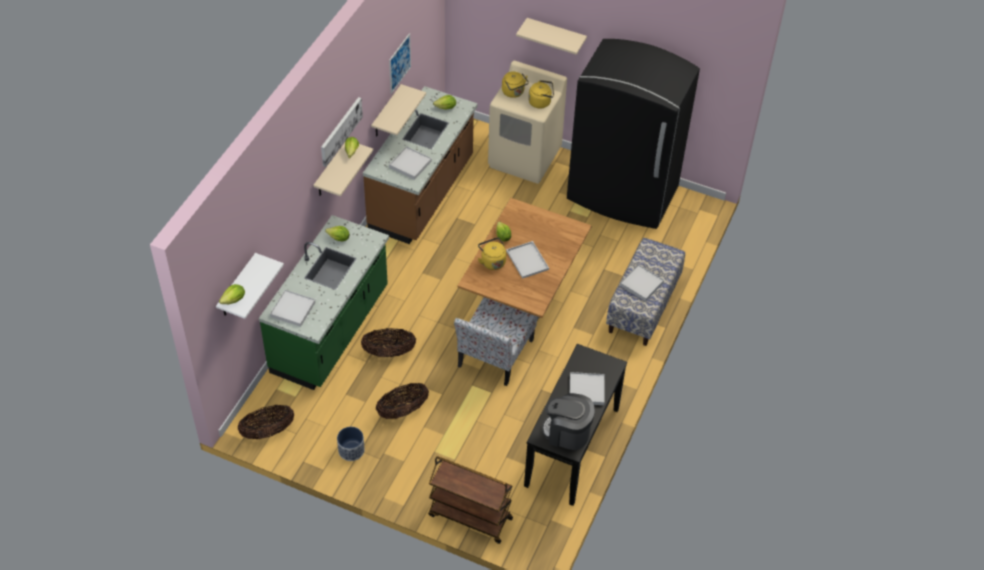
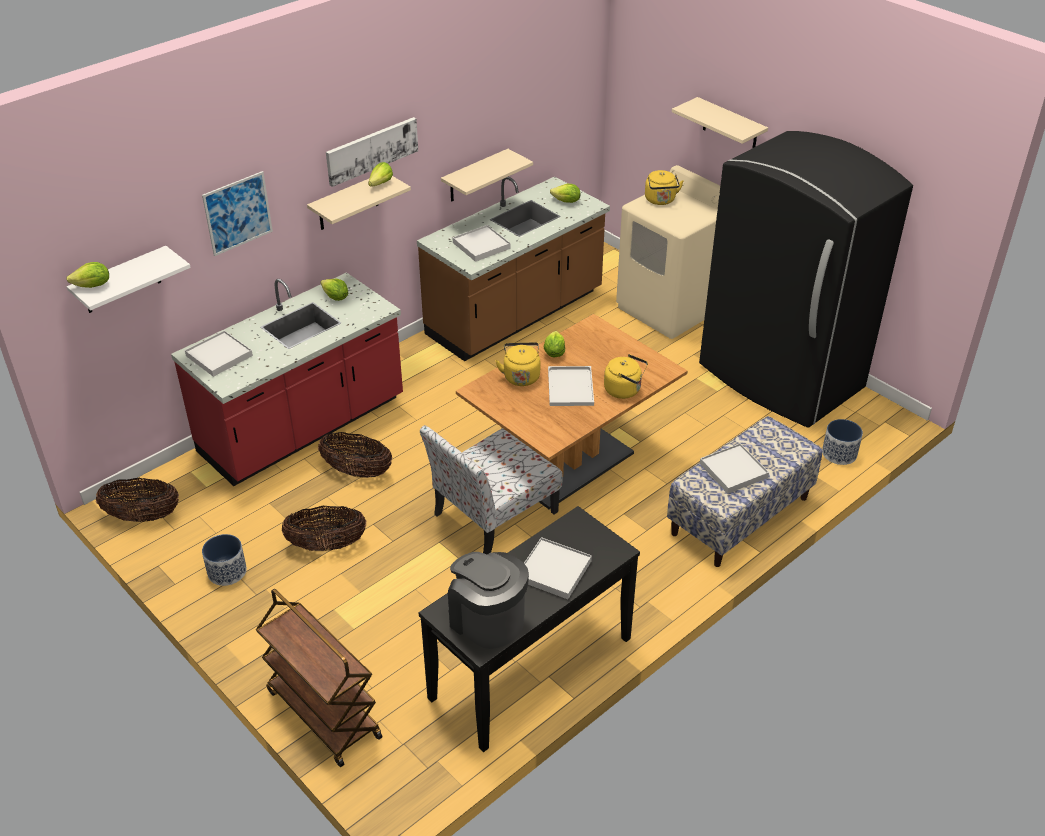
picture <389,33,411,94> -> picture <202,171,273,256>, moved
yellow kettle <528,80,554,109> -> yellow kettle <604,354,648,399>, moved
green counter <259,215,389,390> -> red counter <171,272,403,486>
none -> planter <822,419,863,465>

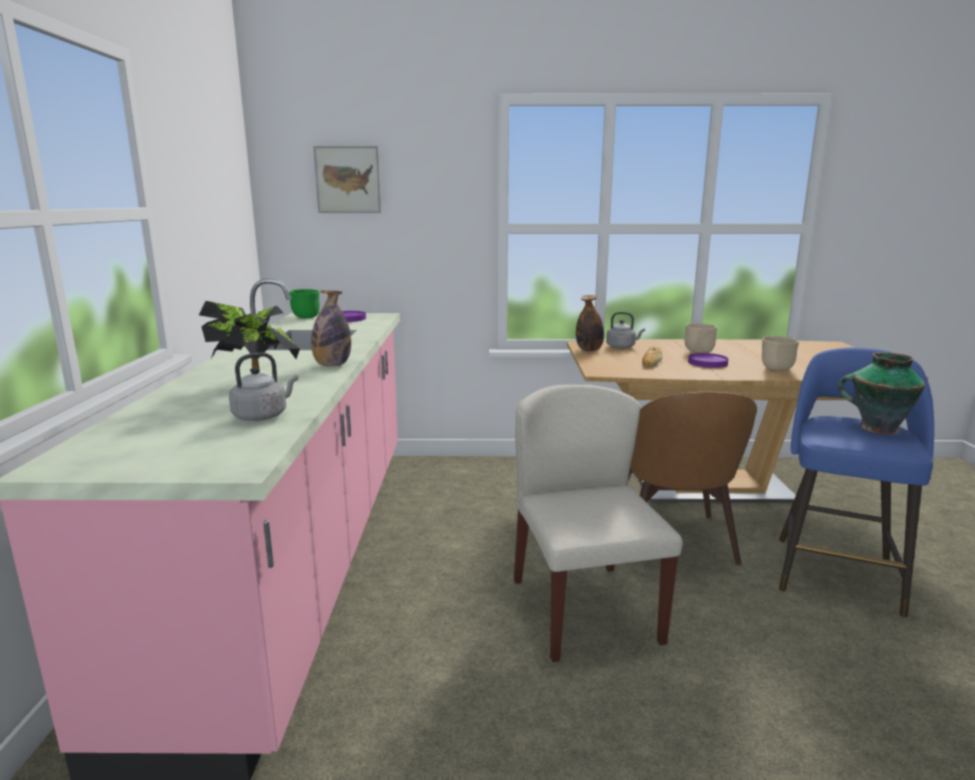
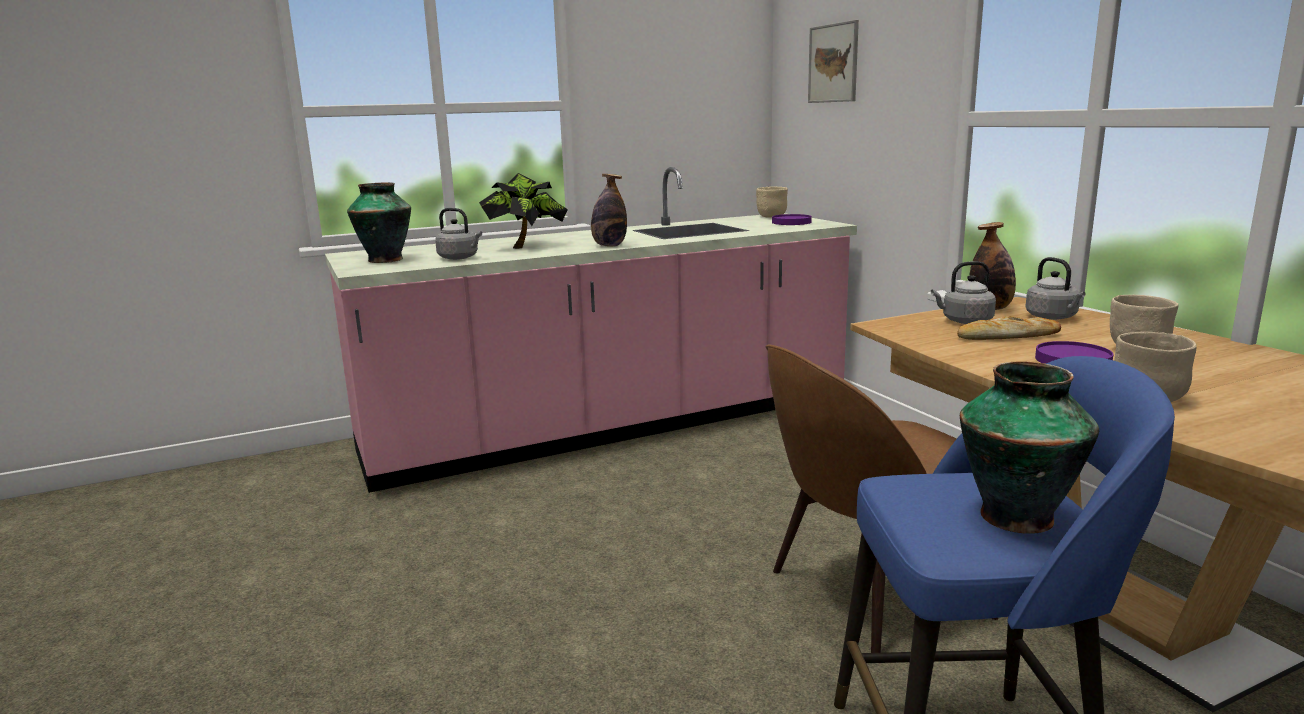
green bowl <289,289,320,318> -> beige bowl <756,186,788,218>
beige chair <514,385,682,662> -> none
none -> vase <347,182,411,263>
none -> grey kettle <931,261,996,324>

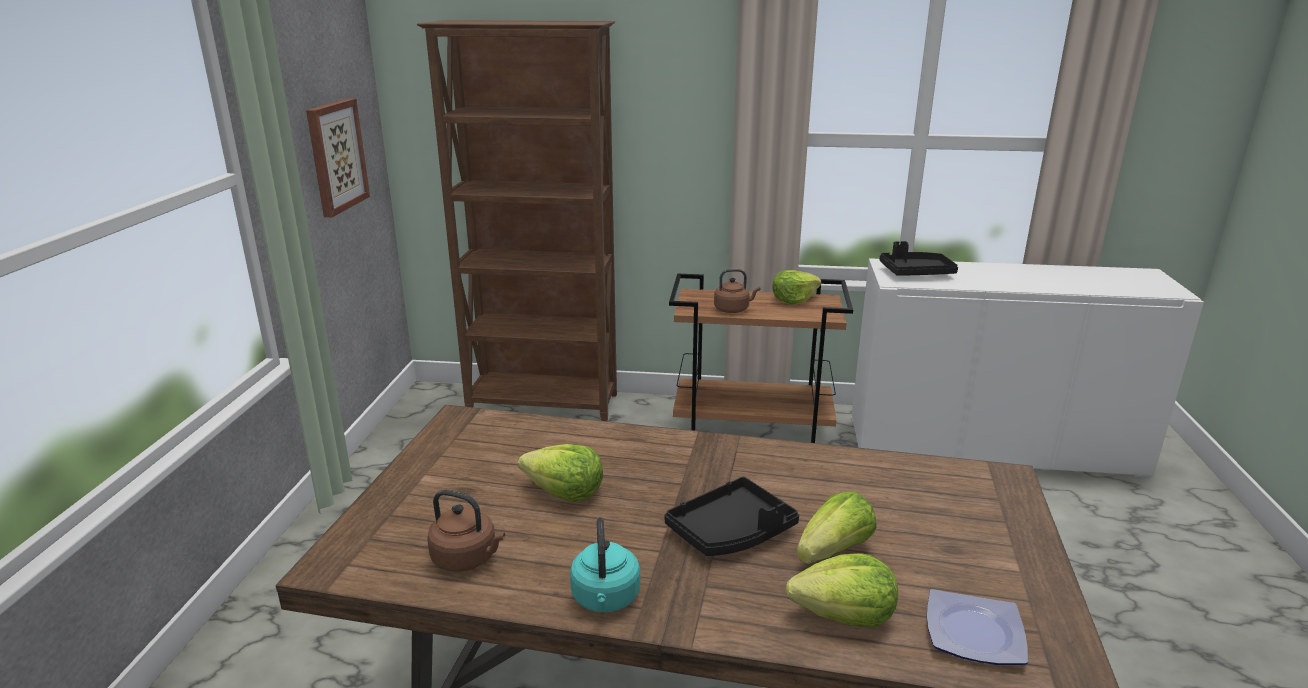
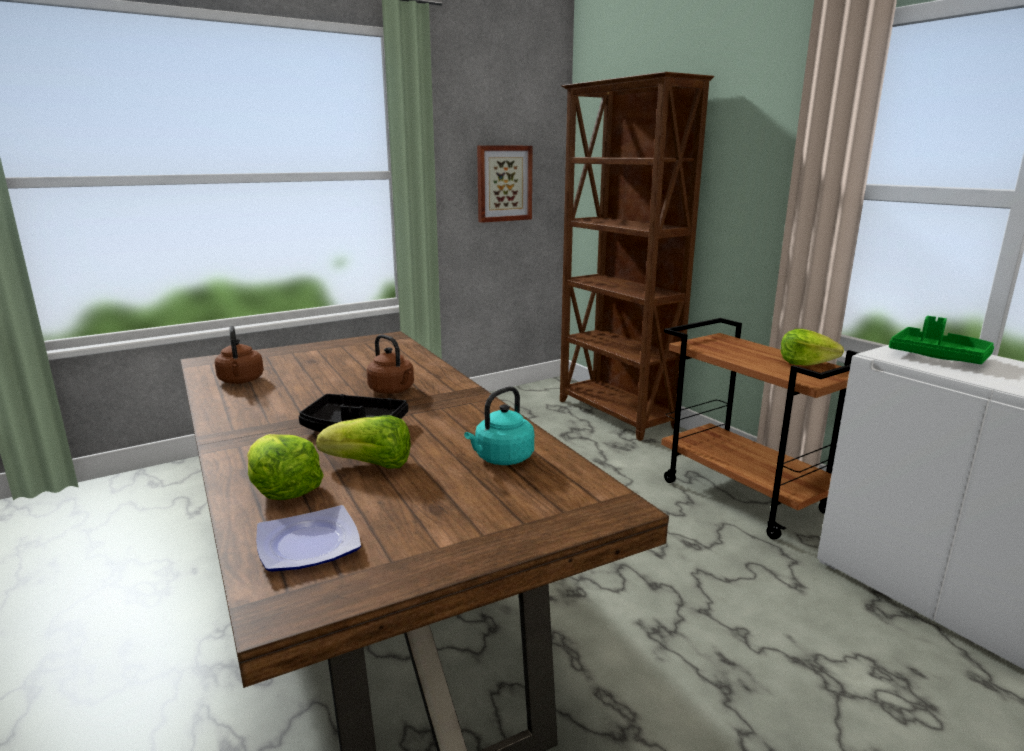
black tray <880,241,958,276> -> green tray <889,316,994,364>
brown kettle <714,269,760,313> -> brown kettle <367,334,414,394>, moved
lettuce <518,444,603,502> -> none
turquoise kettle <570,517,640,612> -> turquoise kettle <464,387,534,465>, moved

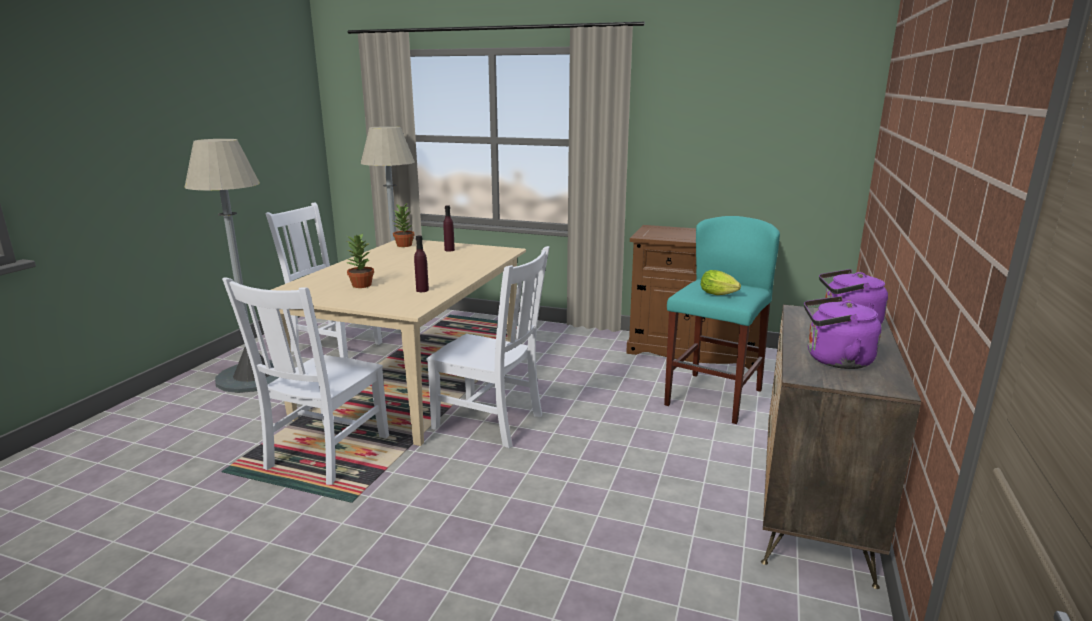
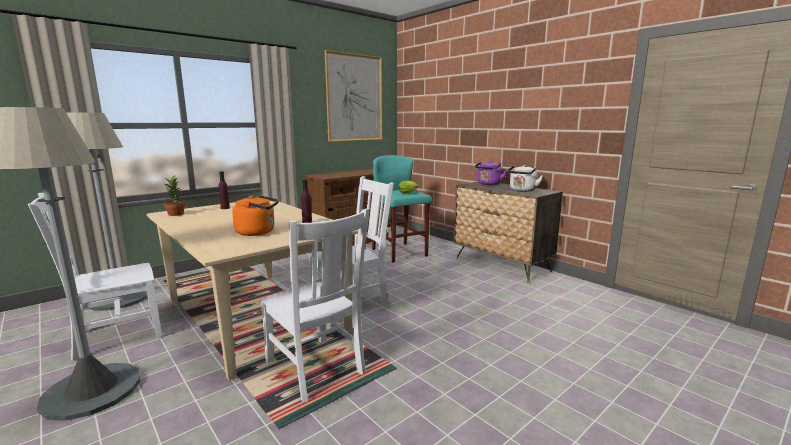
potted plant <347,233,374,288> -> orange kettle <232,195,279,236>
purple kettle <804,296,882,369> -> white kettle <507,165,543,192>
none -> picture <325,50,382,142>

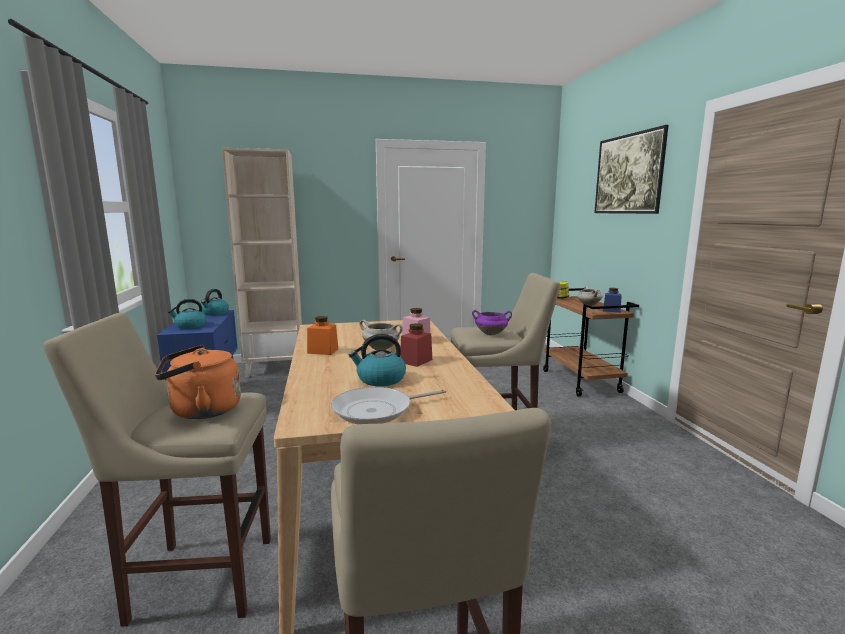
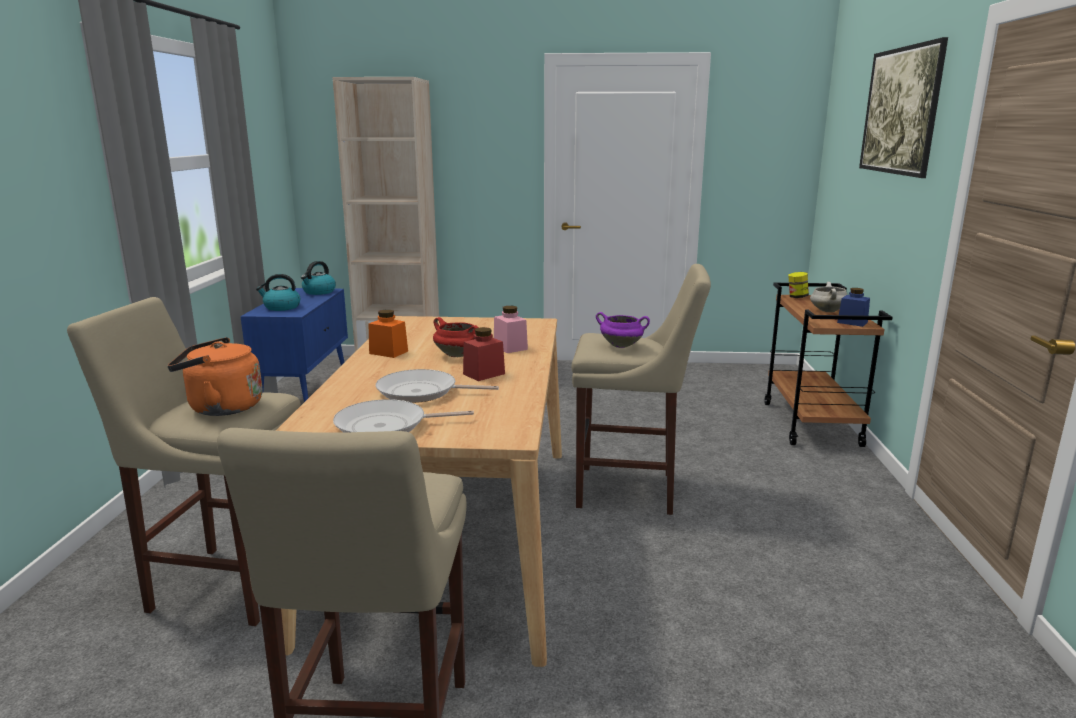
white cooking pot <359,320,403,350> -> red cooking pot <433,317,479,357>
kettle <349,334,406,386> -> frying pan <376,369,499,403>

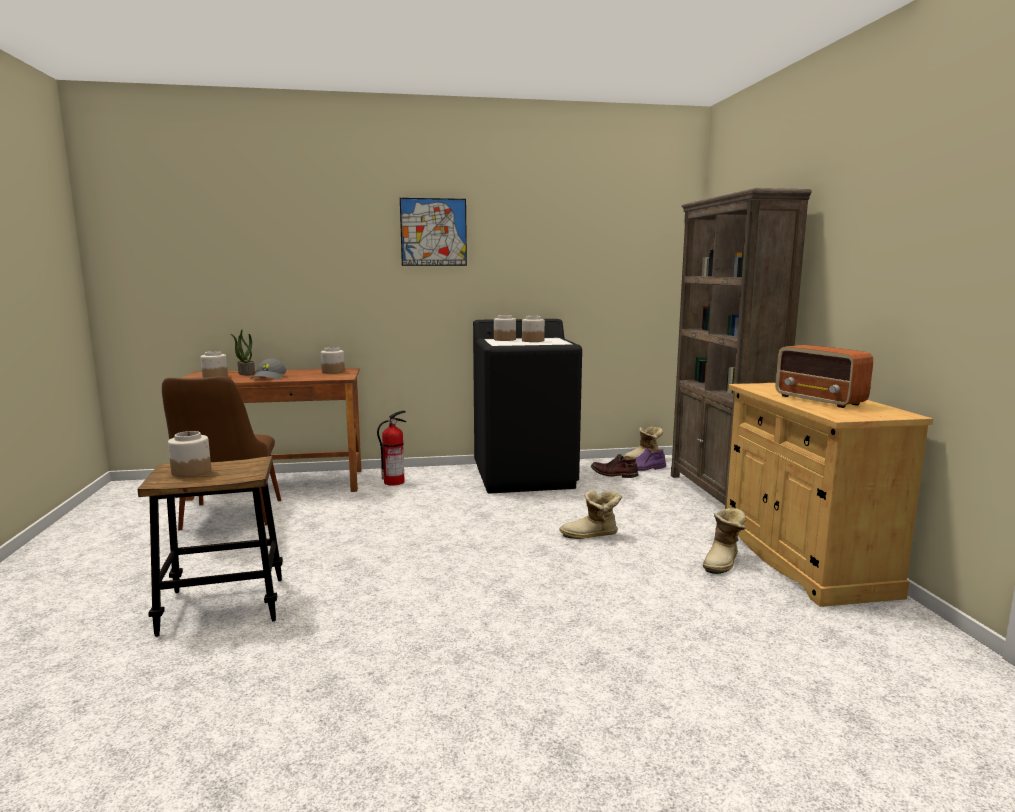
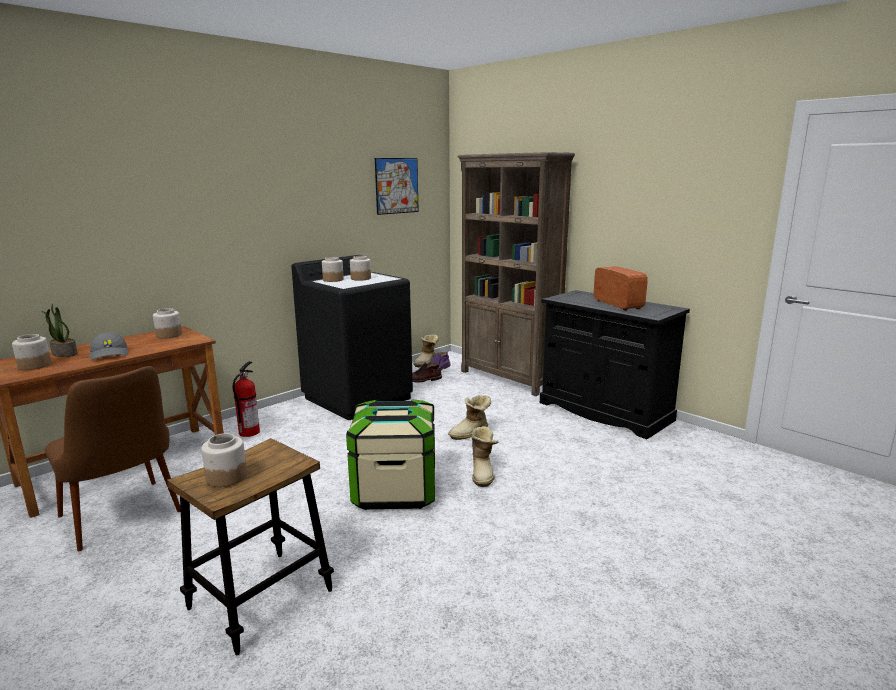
picture <400,198,467,266> -> picture <375,158,419,215>, moved
radio <775,345,873,408> -> radio <594,266,648,311>, 135 degrees counterclockwise
beige cabinet <727,383,933,607> -> black cabinet <540,290,690,439>
boot <703,508,746,574> -> boot <472,426,498,487>, moved
none -> storage box <346,399,435,510>

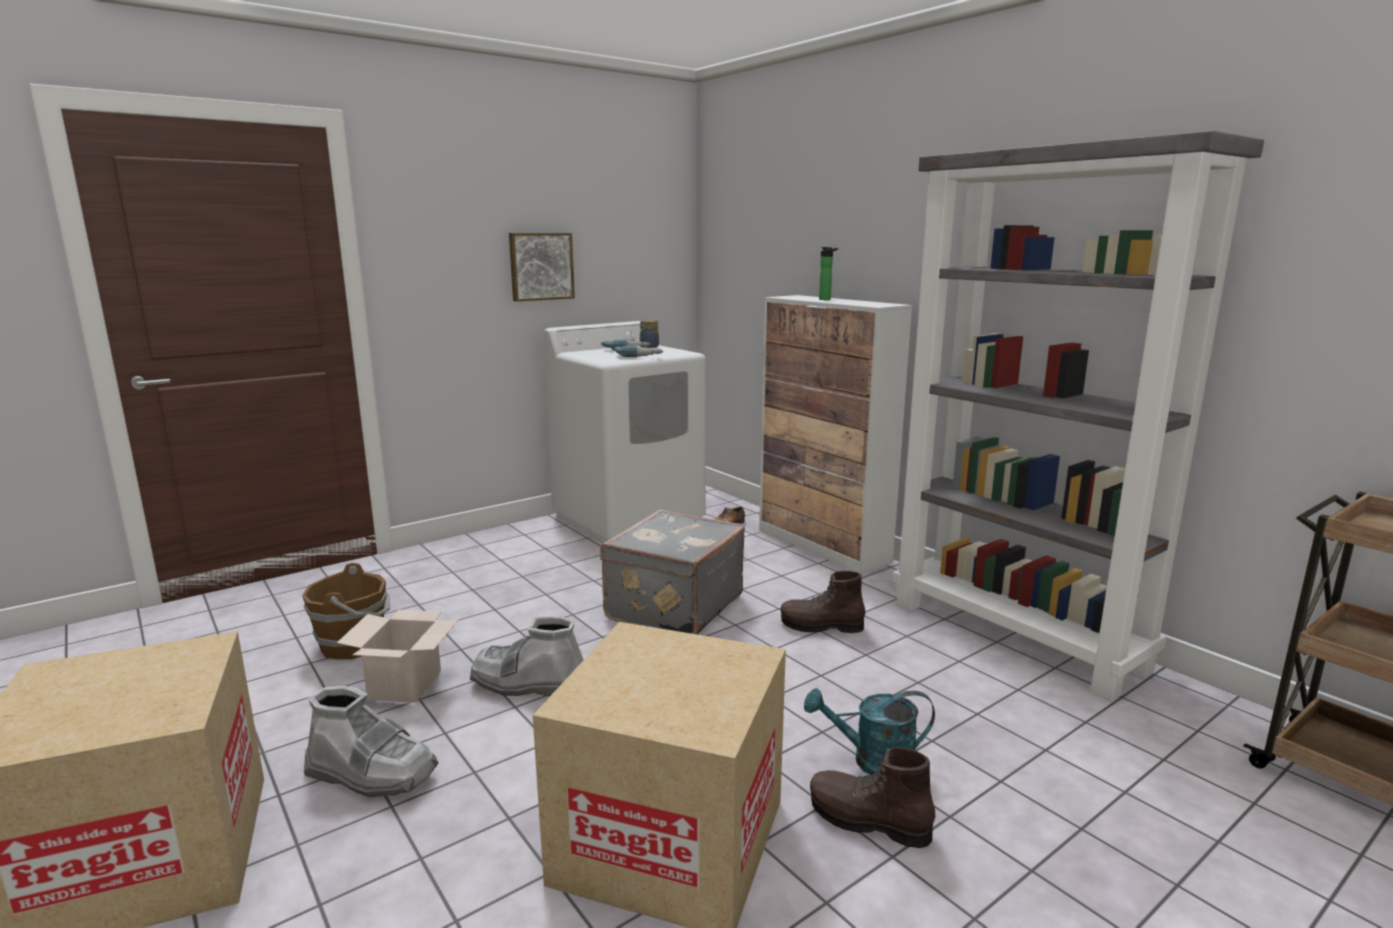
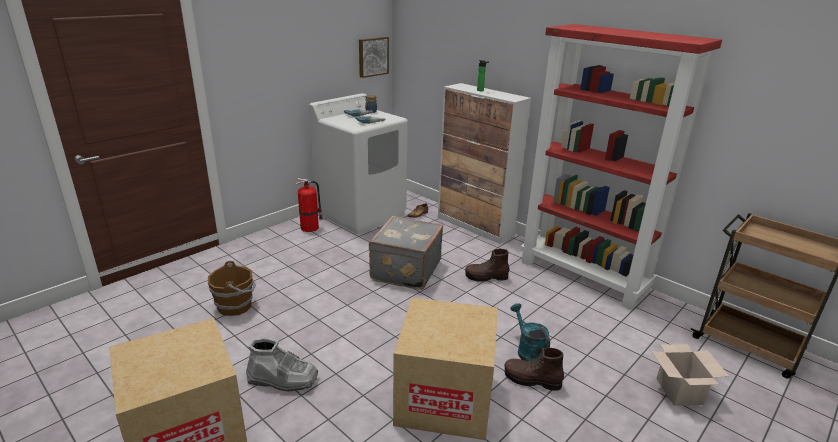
grey bookcase <893,131,1264,701> -> red bookcase <520,24,722,310>
picture <509,233,575,302> -> picture <359,37,389,78>, moved
cardboard box <337,610,458,703> -> cardboard box <651,344,729,406>, moved
grey boot <470,616,584,696> -> none
turquoise watering can <804,688,935,775> -> turquoise watering can <510,303,550,361>, 75 degrees clockwise
none -> fire extinguisher <296,178,323,232>

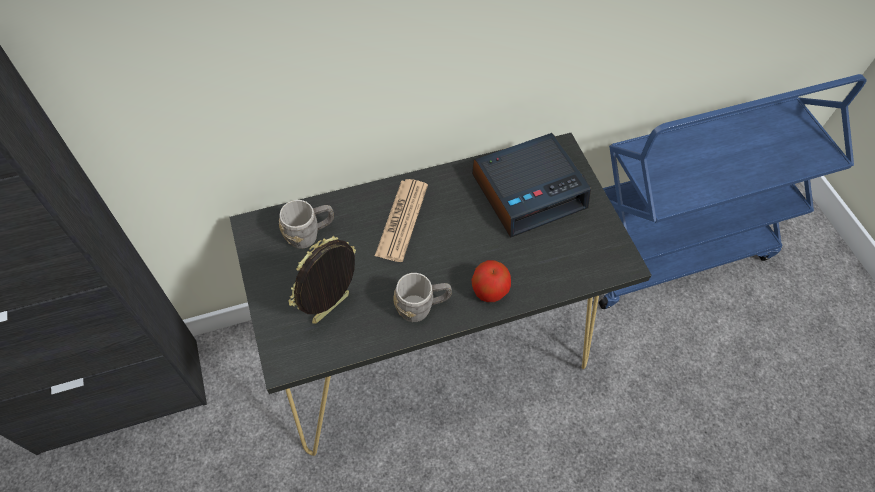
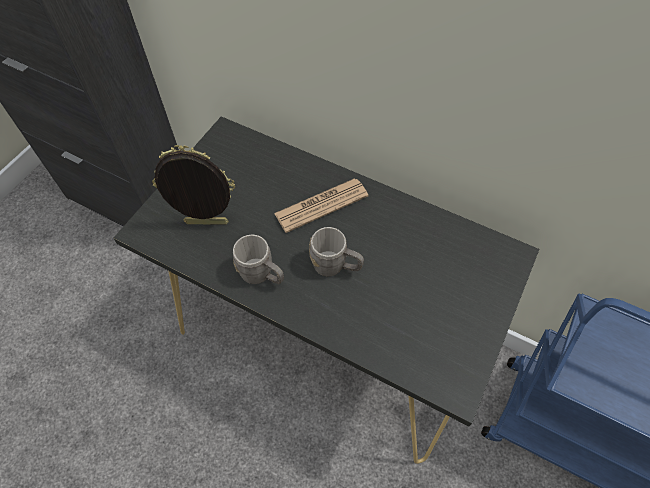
alarm clock <472,133,591,238> -> none
grey mug <279,200,334,249> -> grey mug <309,227,364,276>, moved
apple <471,260,511,302> -> none

